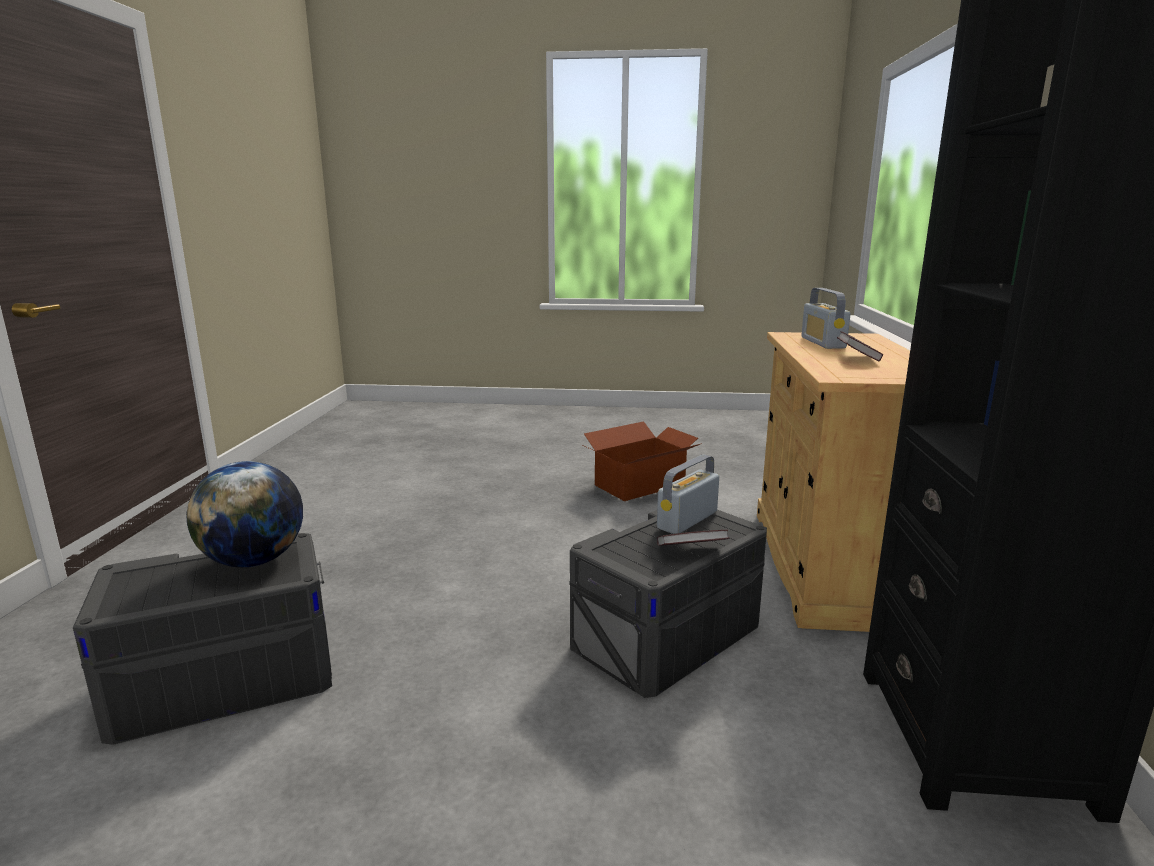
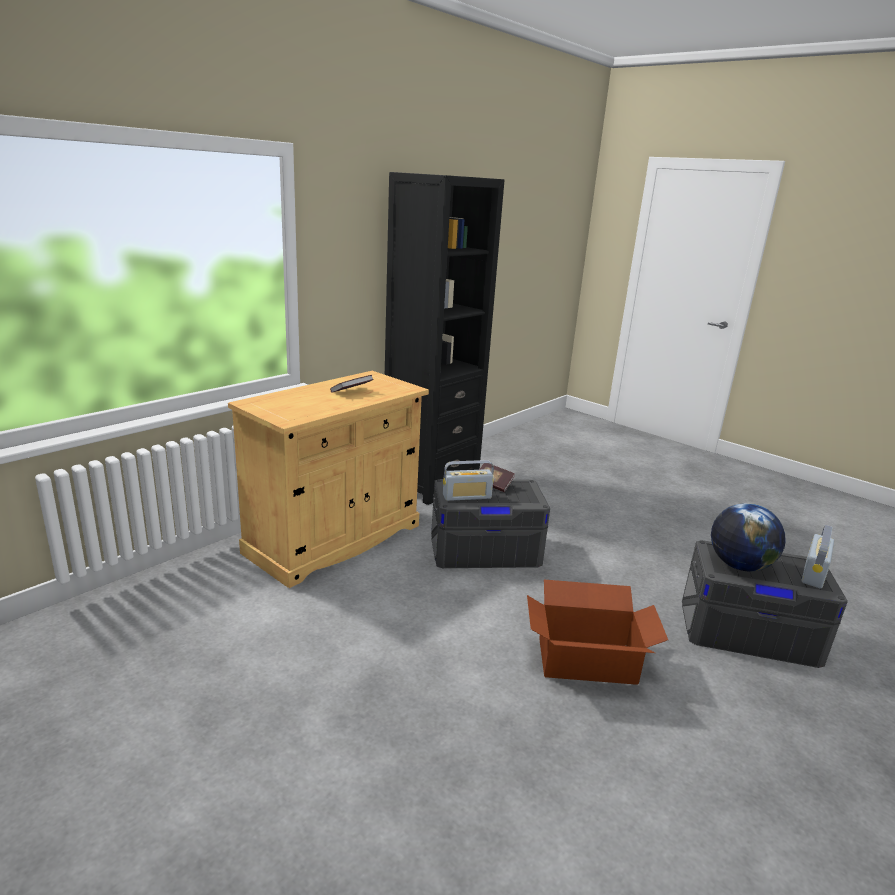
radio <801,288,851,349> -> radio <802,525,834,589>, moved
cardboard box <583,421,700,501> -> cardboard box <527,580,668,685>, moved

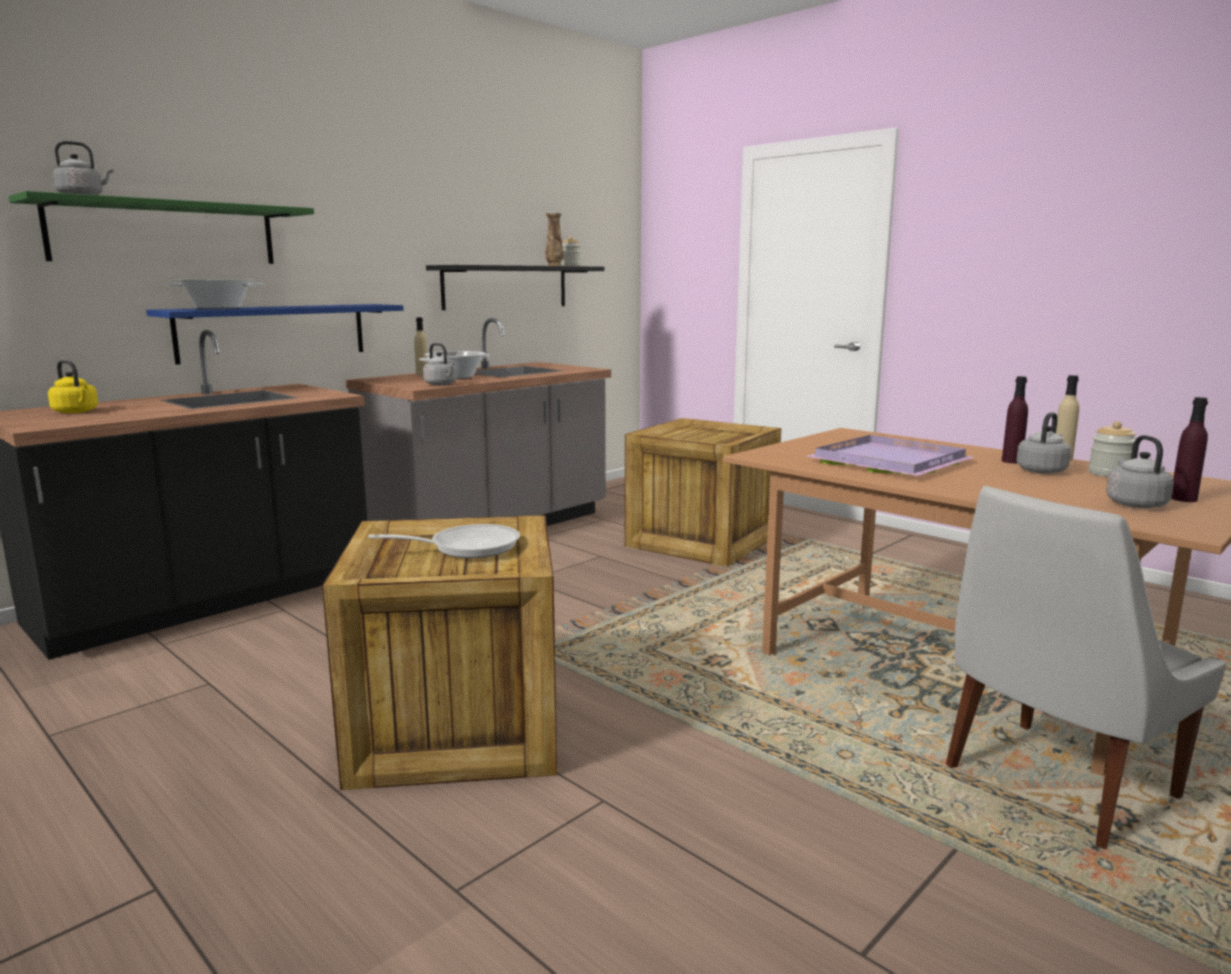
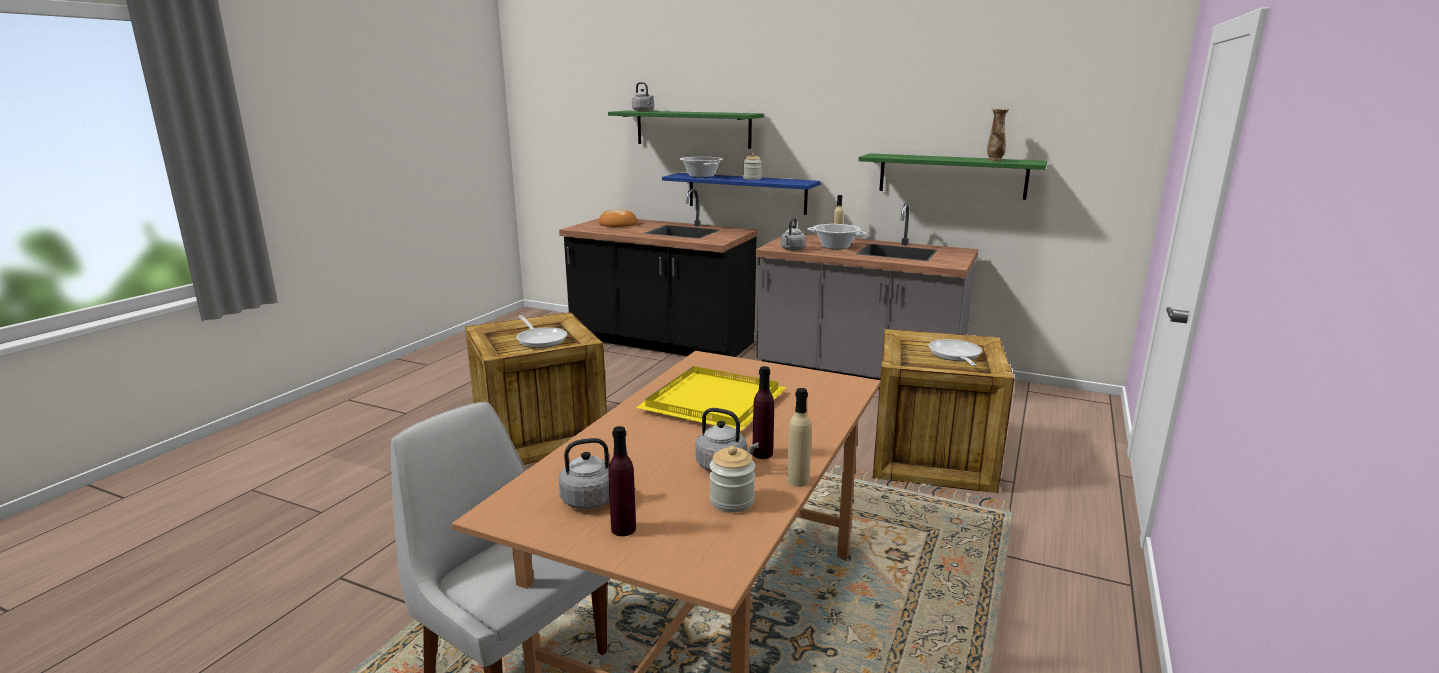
jar <561,236,581,266> -> jar <743,153,762,180>, moved
black shelf <426,265,604,310> -> green shelf <858,153,1047,200>
yellow kettle <48,360,98,413> -> bread <599,209,637,227>
purple tray <806,435,974,476> -> yellow tray <636,366,786,431>
none -> frying pan <929,339,982,366>

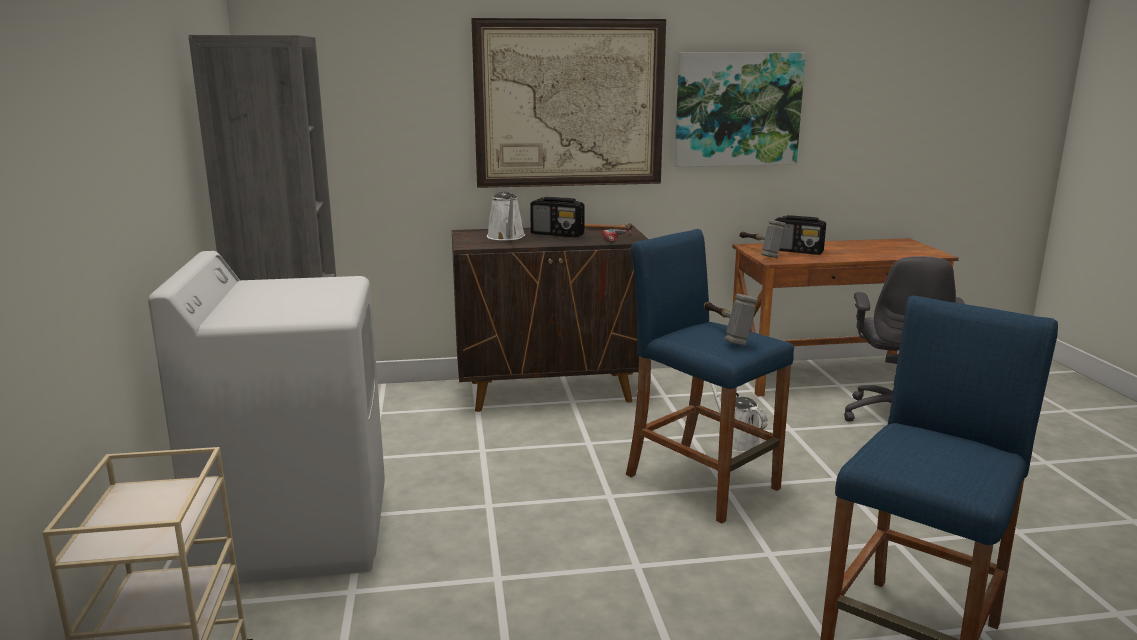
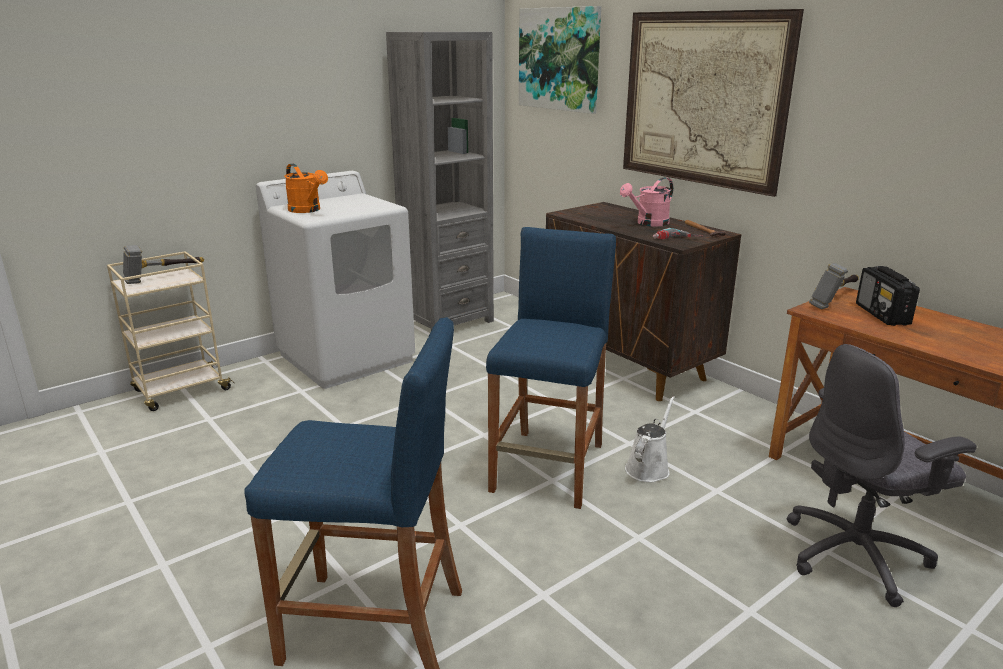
picture <675,53,806,167> -> picture <519,6,601,114>, moved
white watering can <487,192,525,240> -> none
radio <530,197,585,237> -> pink watering can <620,177,673,226>
hammer <704,294,758,346> -> hammer <123,245,204,284>, moved
none -> orange watering can <285,163,328,213>

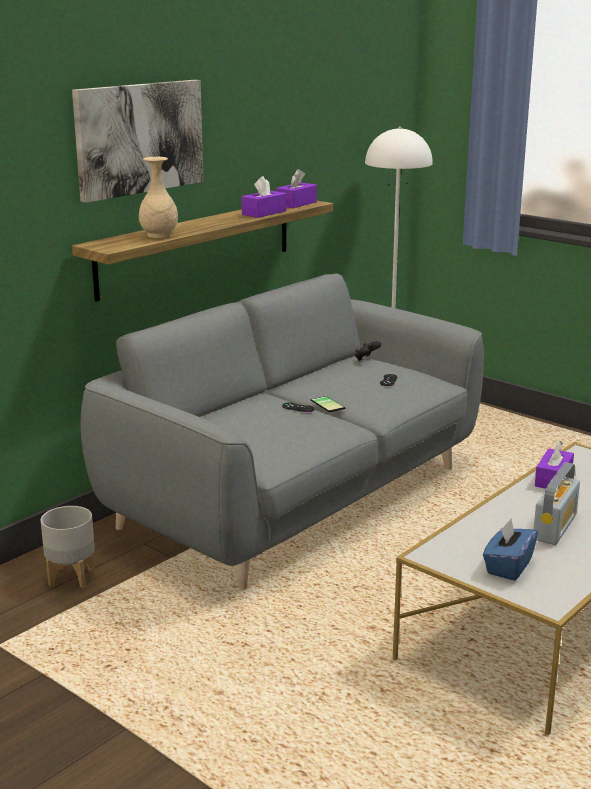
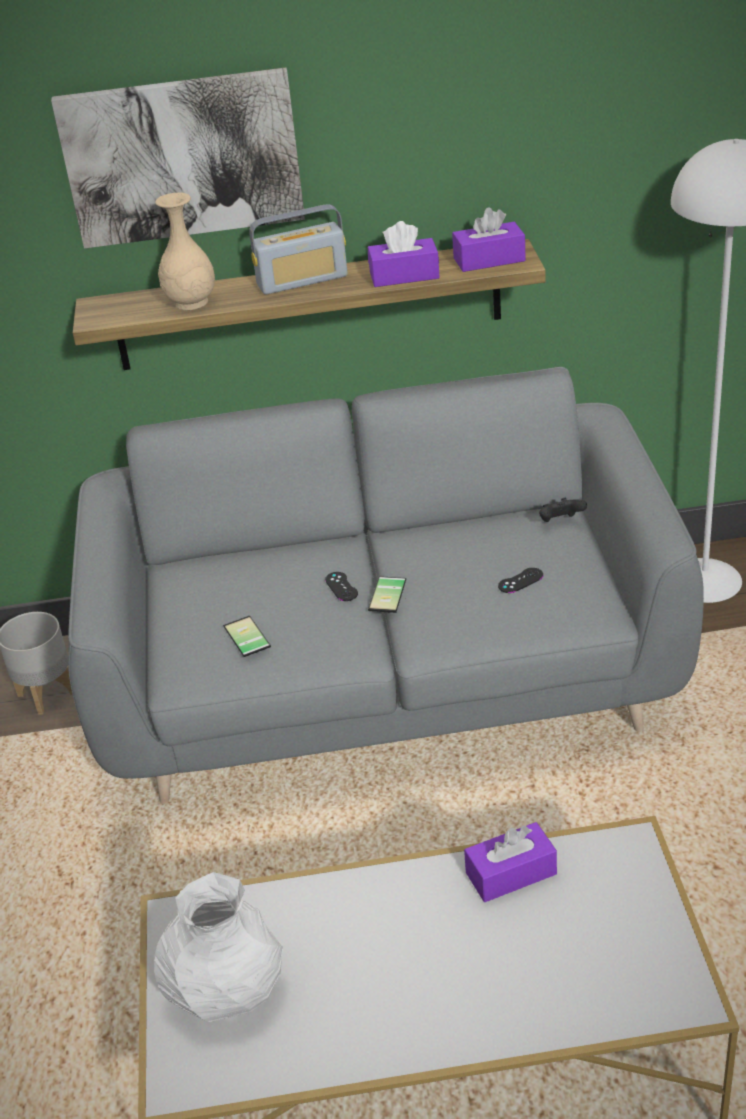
radio <534,462,580,545> -> radio <250,204,348,295>, moved
blue tissue box <483,519,538,581> -> white vase <154,872,283,1022>
none -> phone <223,616,271,657>

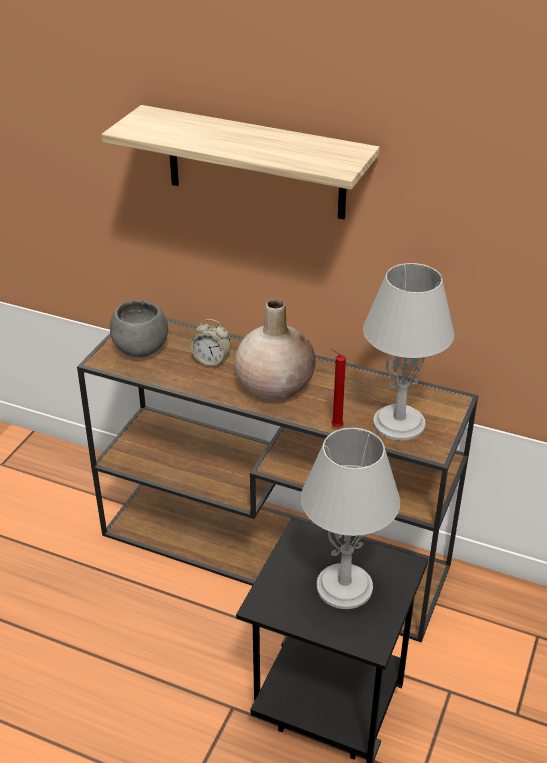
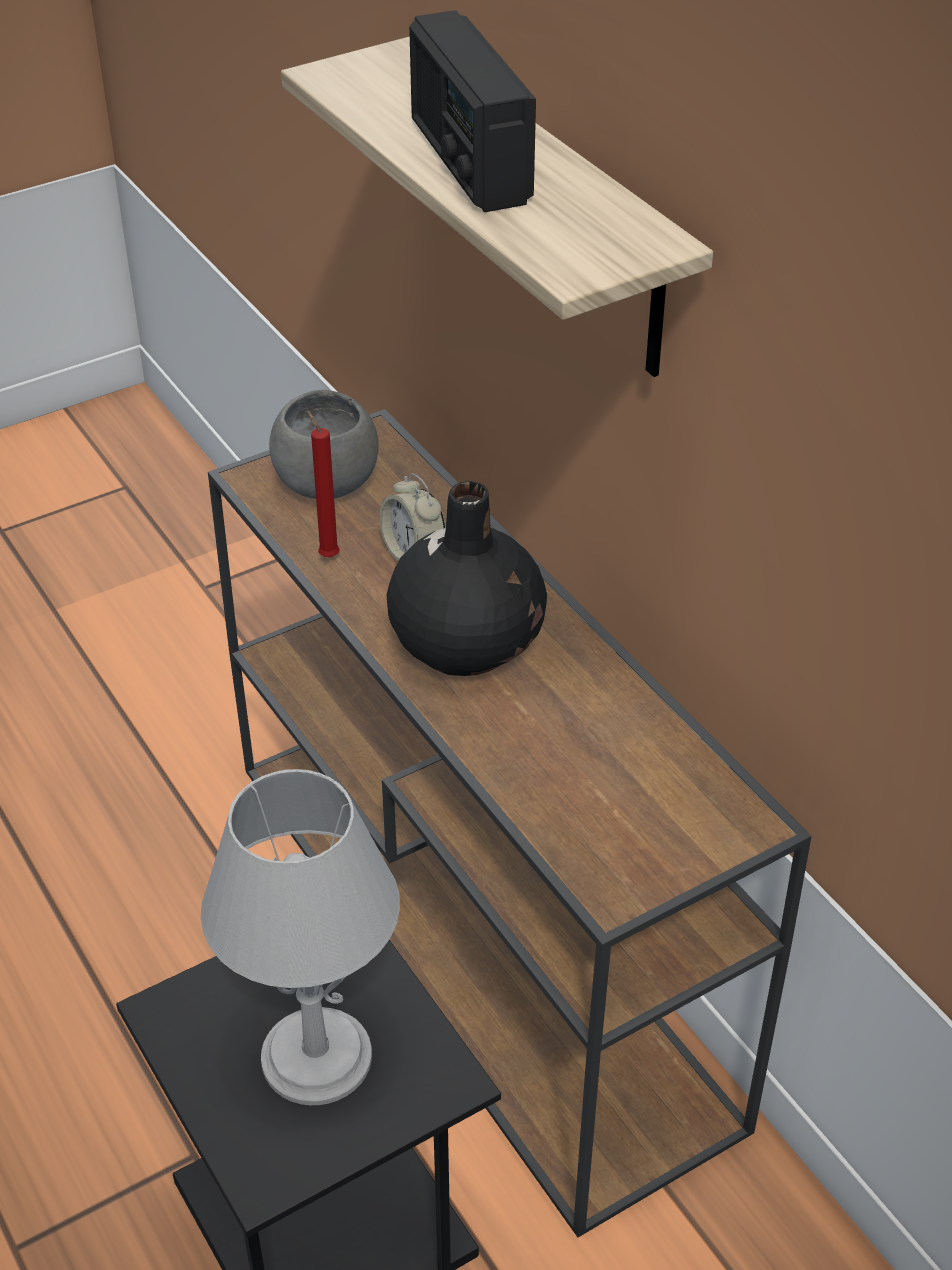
grey table lamp <363,263,455,440> -> none
beige vase <235,299,316,401> -> black vase <387,481,547,676>
red candle <331,348,346,427> -> red candle <307,410,340,557>, moved
none -> radio <409,10,536,212>

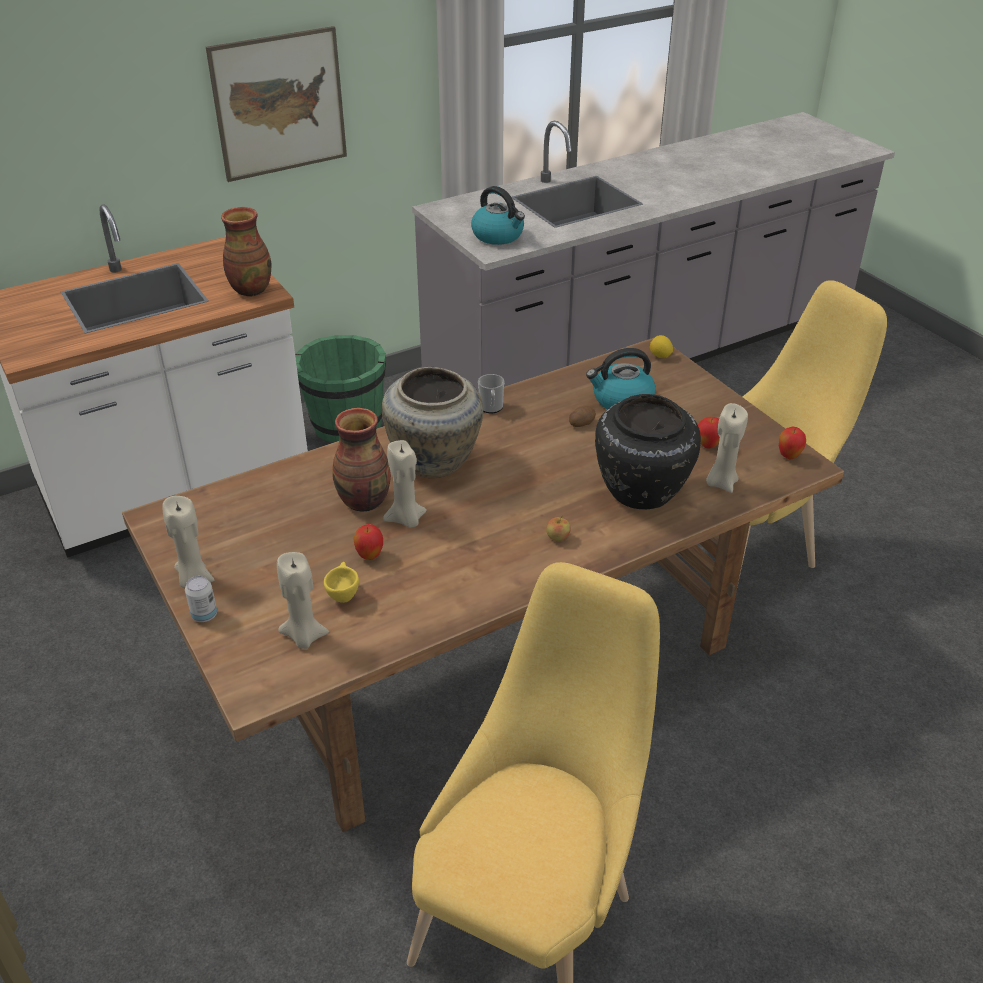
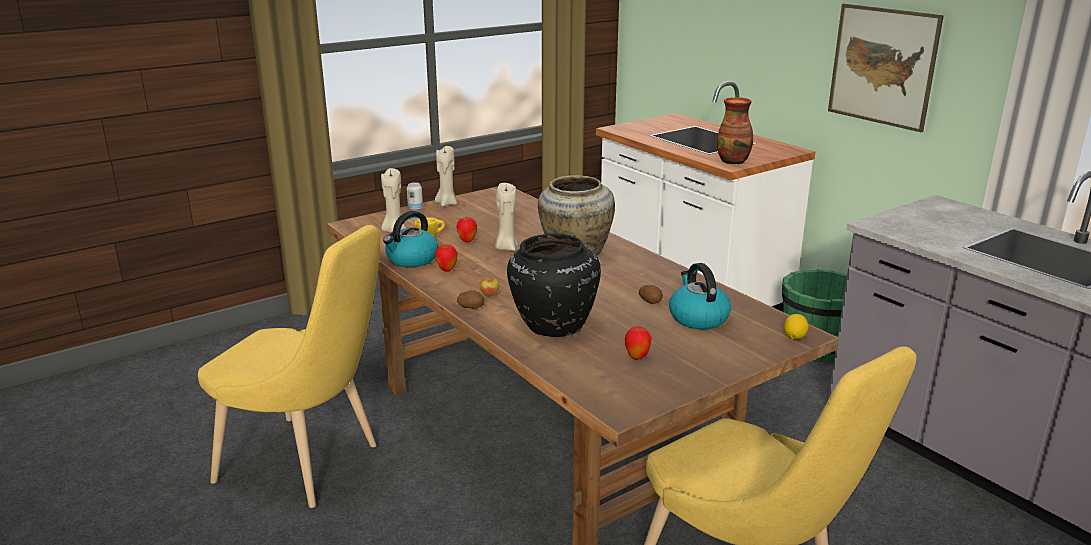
kettle <471,186,525,245> -> kettle <383,211,438,267>, moved
mug <478,374,504,413> -> none
beige candle <706,403,748,493> -> none
vase <332,408,391,512> -> none
apple <779,427,806,459> -> apple <435,245,458,272>, moved
none -> potato <457,290,484,309>

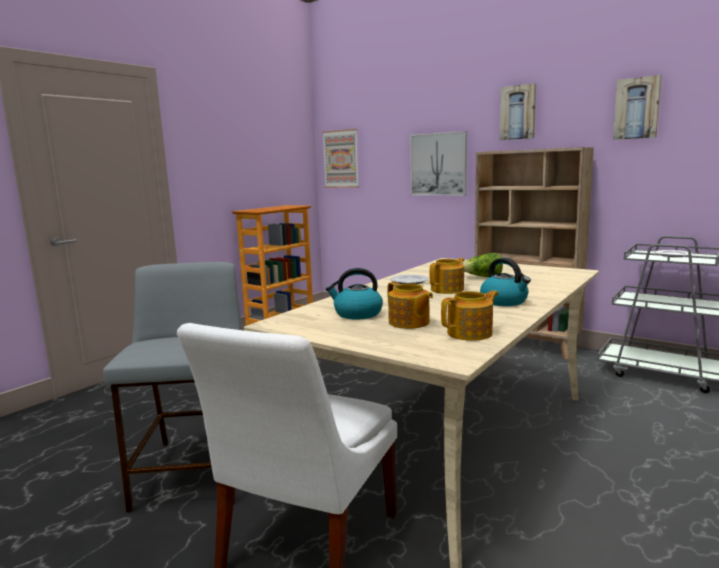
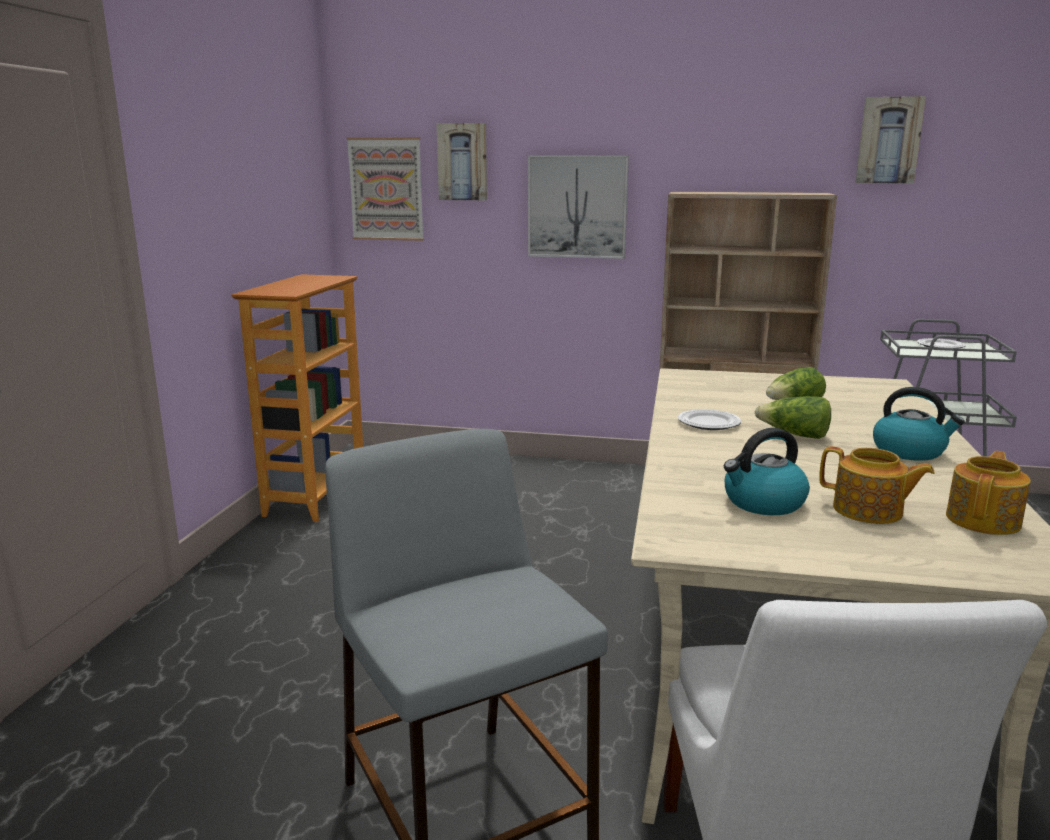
picture <499,83,536,140> -> picture <436,123,487,200>, moved
teapot <430,258,465,294> -> lettuce <755,396,831,439>

